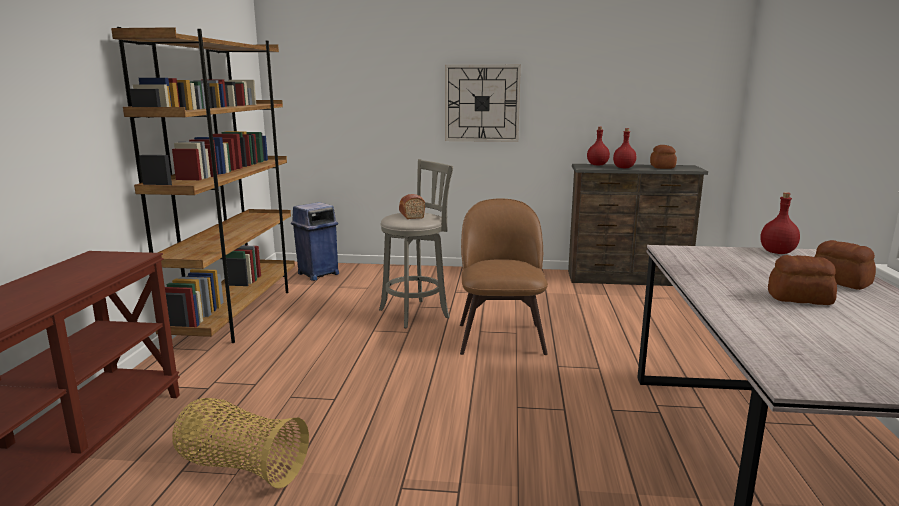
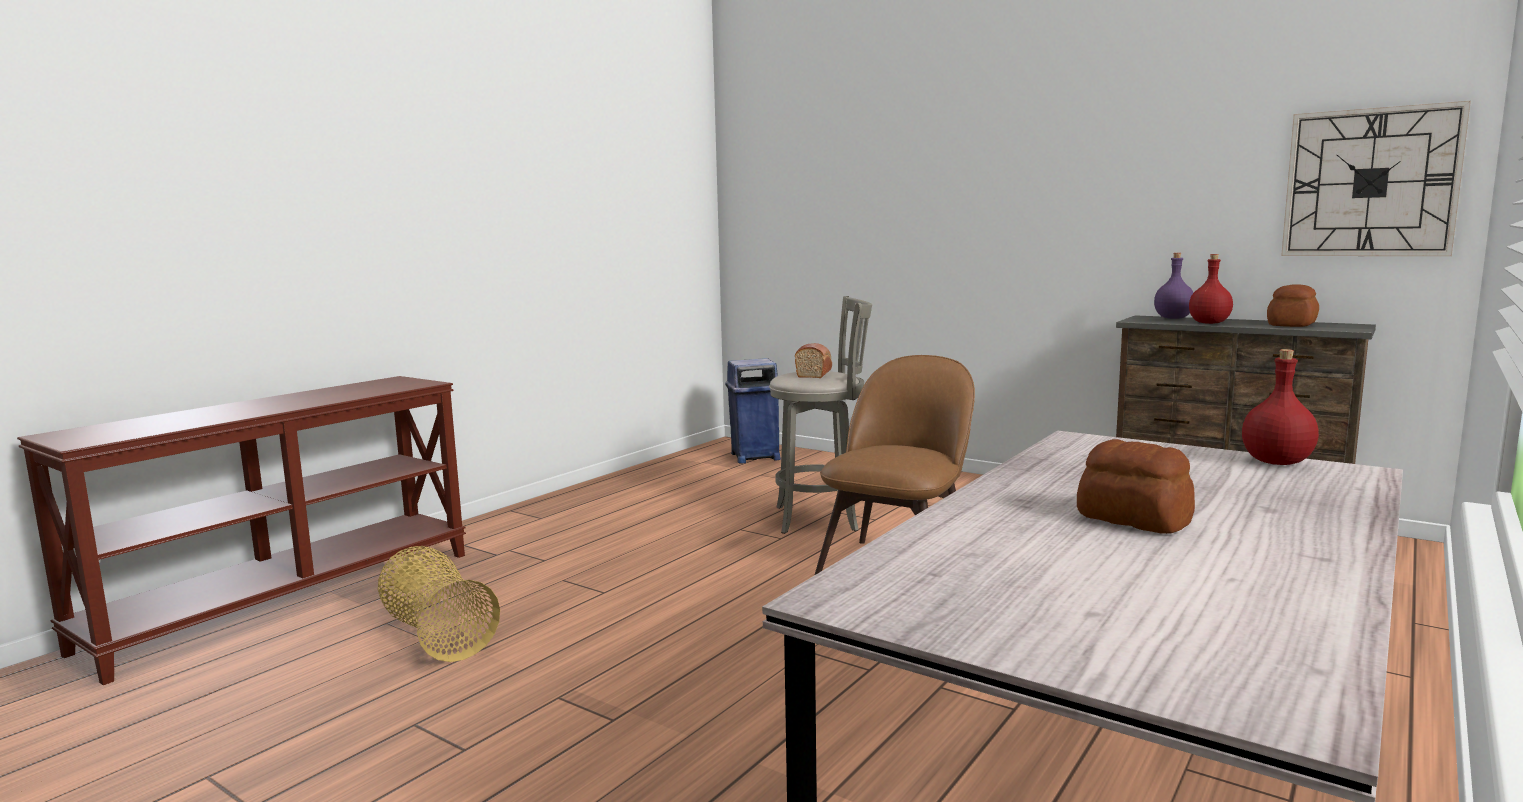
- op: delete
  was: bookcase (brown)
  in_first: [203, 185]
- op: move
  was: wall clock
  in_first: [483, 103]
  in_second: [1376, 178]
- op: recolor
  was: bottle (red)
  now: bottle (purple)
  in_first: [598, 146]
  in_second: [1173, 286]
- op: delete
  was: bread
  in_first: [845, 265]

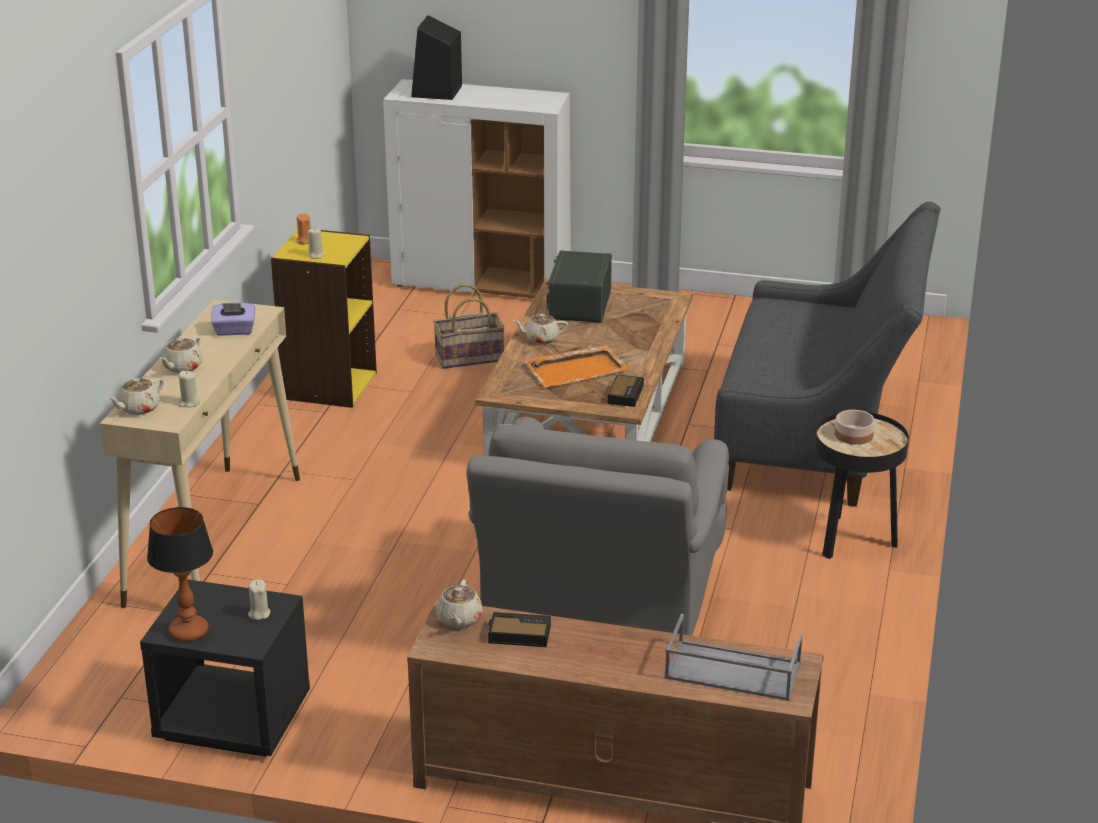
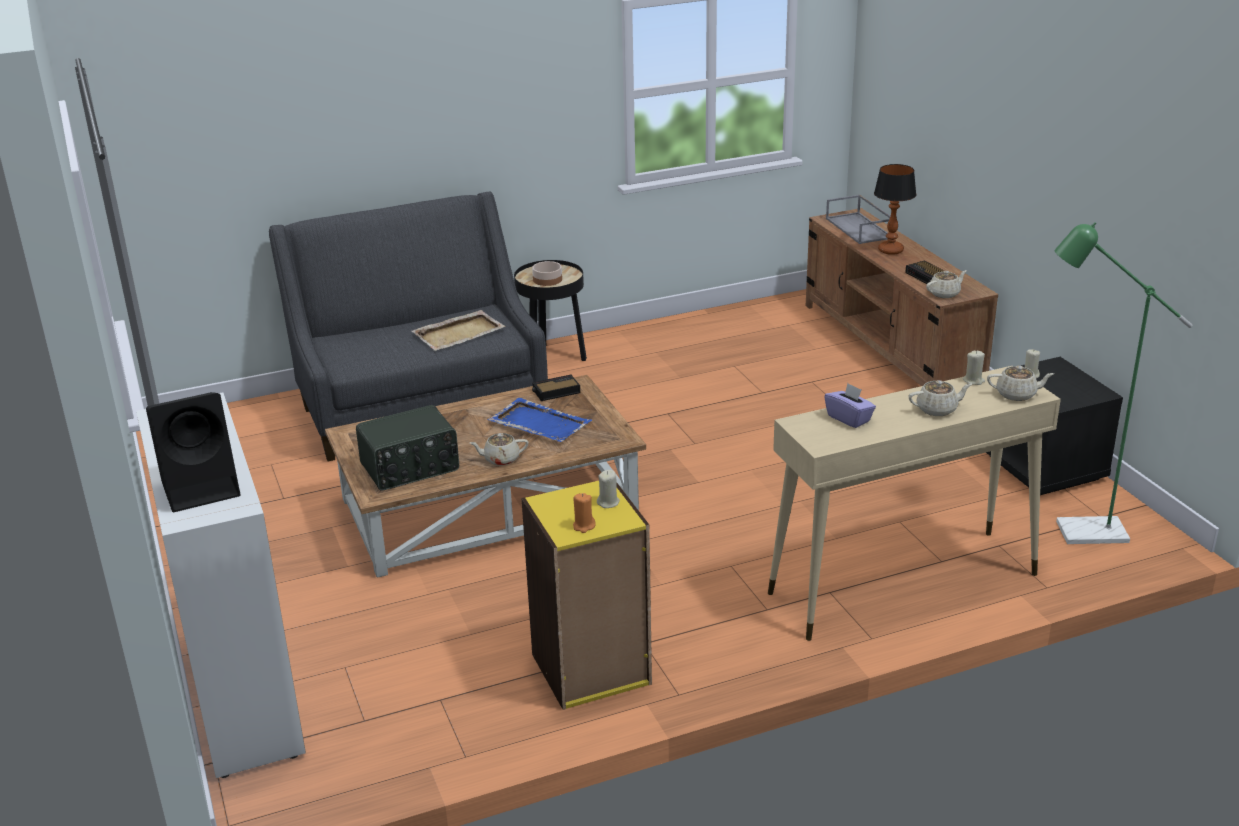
- op: move
  was: table lamp
  in_first: [180, 574]
  in_second: [895, 209]
- op: delete
  was: basket
  in_first: [469, 326]
- op: delete
  was: armchair (grey)
  in_first: [598, 526]
- op: rotate
  was: teapot (beige)
  in_first: [540, 329]
  in_second: [499, 449]
  clockwise: 120
- op: recolor
  was: tray (orange)
  now: tray (blue)
  in_first: [577, 366]
  in_second: [539, 420]
- op: insert
  now: tray (beige)
  in_second: [459, 330]
- op: insert
  now: floor lamp (green)
  in_second: [1123, 383]

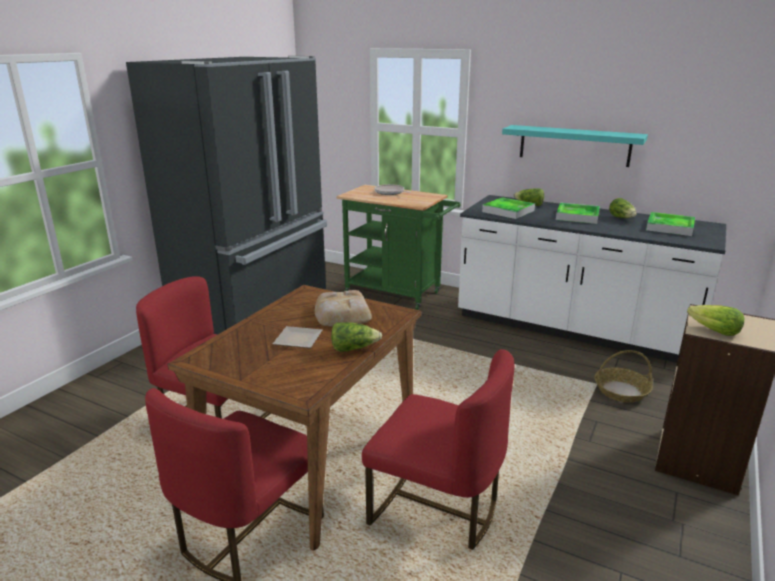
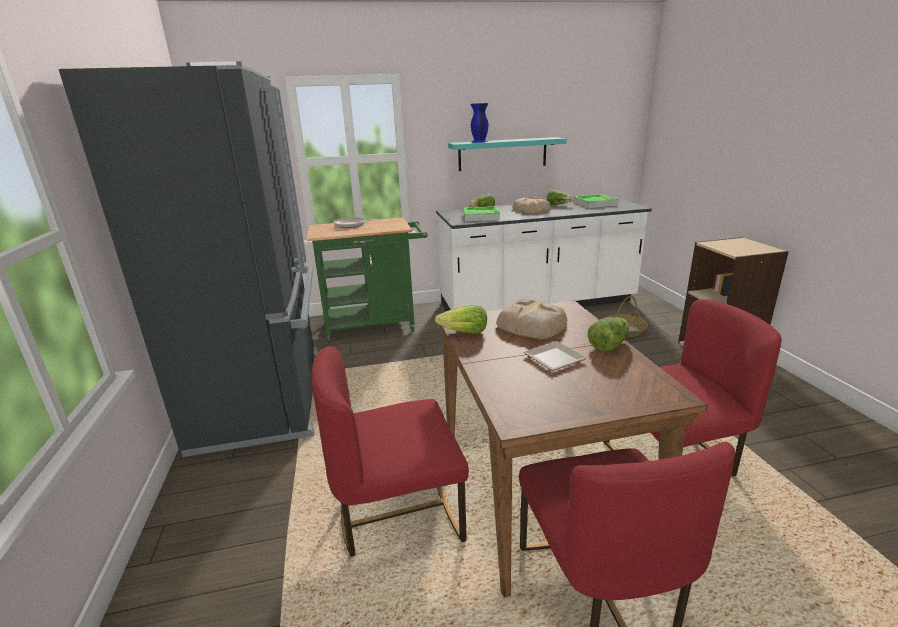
- op: replace
  was: tray
  now: bread
  in_first: [578, 213]
  in_second: [531, 205]
- op: move
  was: lettuce
  in_first: [715, 320]
  in_second: [461, 319]
- op: insert
  now: vase (blue)
  in_second: [480, 123]

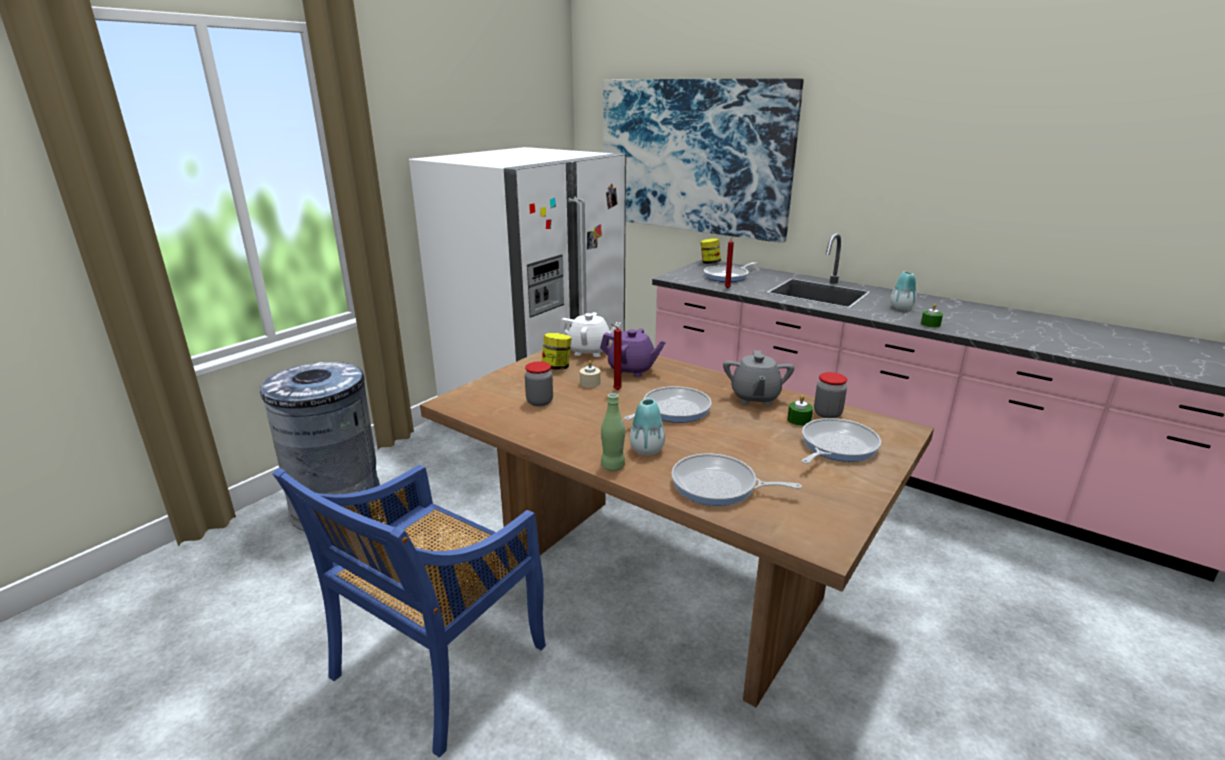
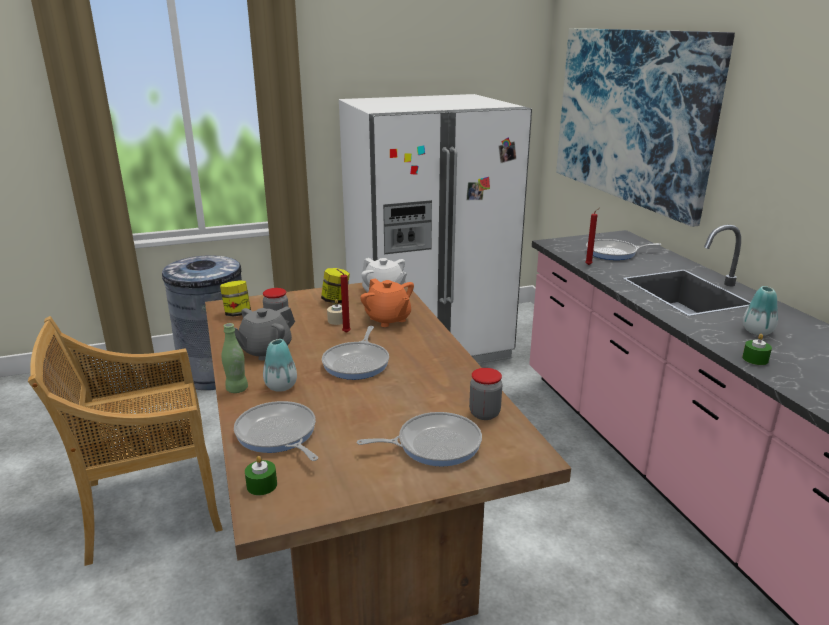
- op: recolor
  was: chair (blue)
  now: chair (beige)
  in_first: [409, 611]
  in_second: [125, 441]
- op: recolor
  was: teapot (purple)
  now: teapot (orange)
  in_first: [633, 352]
  in_second: [387, 302]
- op: rotate
  was: frying pan
  in_first: [668, 404]
  in_second: [355, 353]
  clockwise: 105
- op: move
  was: jar
  in_first: [710, 251]
  in_second: [235, 298]
- op: move
  was: teapot (grey)
  in_first: [758, 377]
  in_second: [264, 333]
- op: move
  was: candle (green)
  in_first: [800, 410]
  in_second: [261, 476]

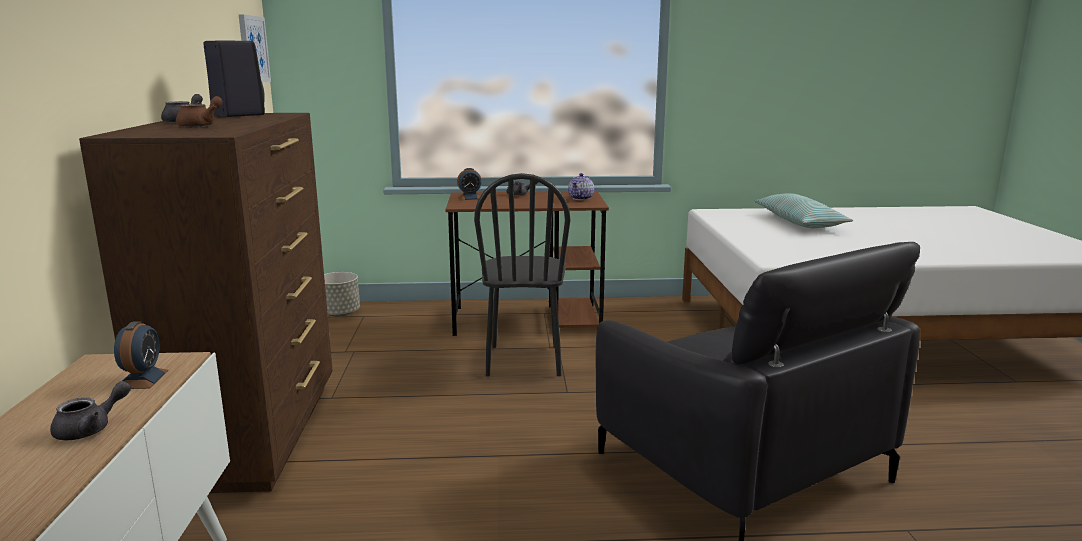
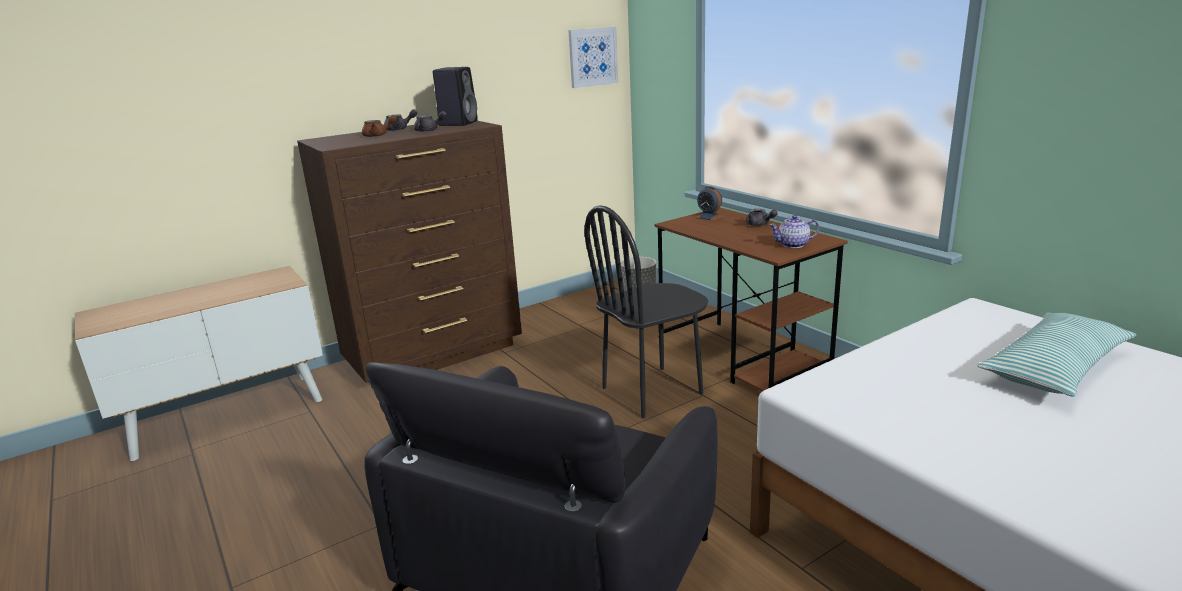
- op: move
  was: teapot (grey)
  in_first: [90, 410]
  in_second: [430, 121]
- op: delete
  was: alarm clock
  in_first: [141, 355]

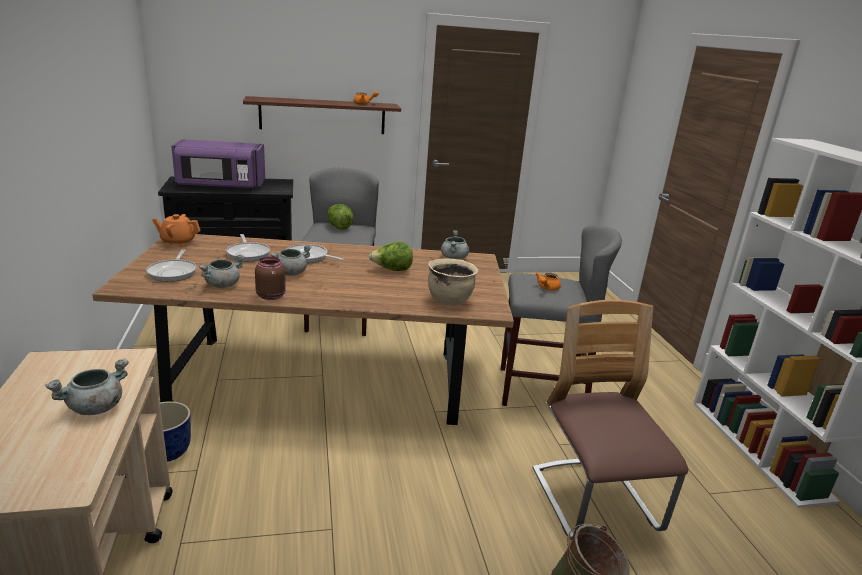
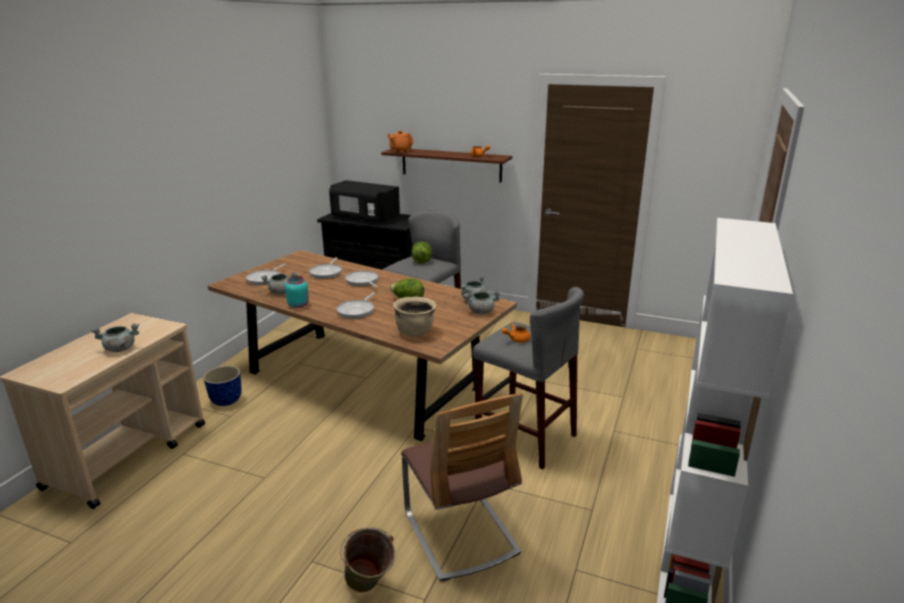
- op: move
  was: teapot (orange)
  in_first: [176, 230]
  in_second: [400, 142]
- op: recolor
  was: microwave (purple)
  now: microwave (black)
  in_first: [218, 164]
  in_second: [364, 201]
- op: recolor
  was: jar (brown)
  now: jar (turquoise)
  in_first: [270, 278]
  in_second: [297, 292]
- op: move
  was: cooking pot (grey)
  in_first: [291, 260]
  in_second: [482, 302]
- op: rotate
  was: chair
  in_first: [610, 420]
  in_second: [462, 487]
  clockwise: 135
- op: insert
  now: frying pan
  in_second: [356, 305]

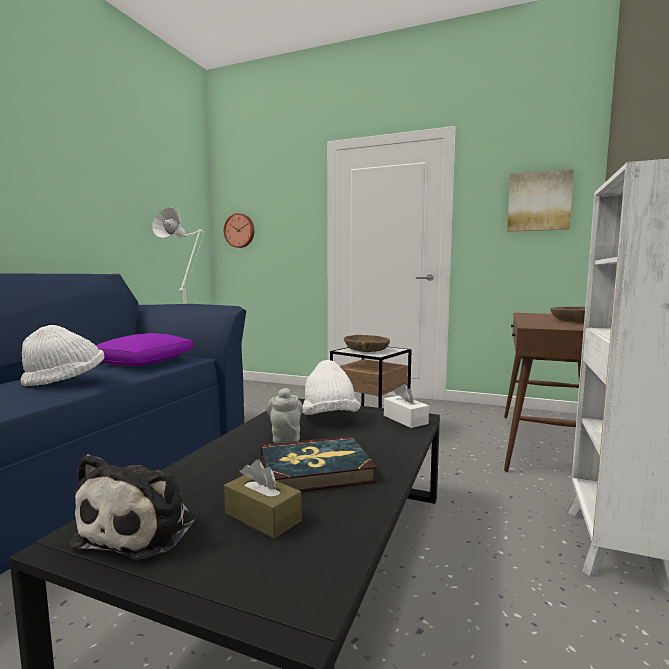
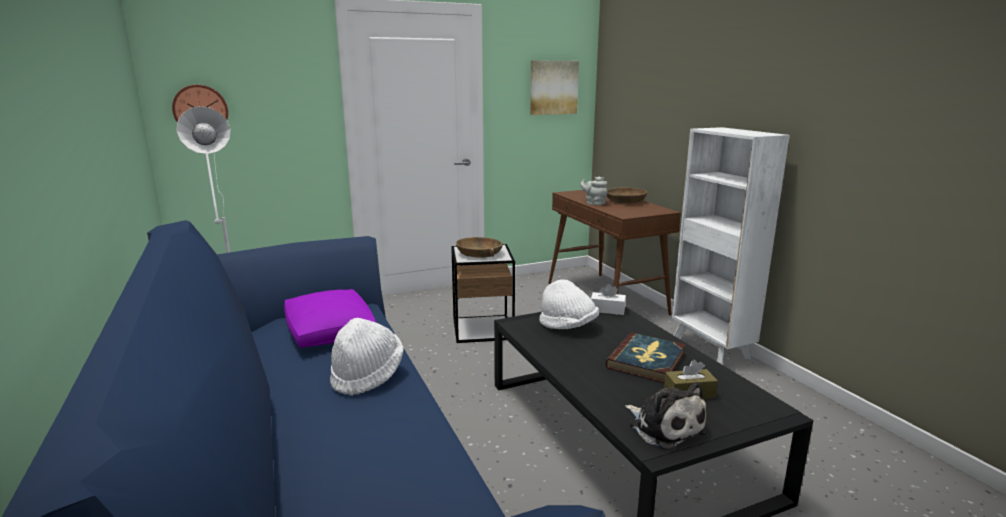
- op: move
  was: teapot (grey)
  in_first: [285, 415]
  in_second: [593, 191]

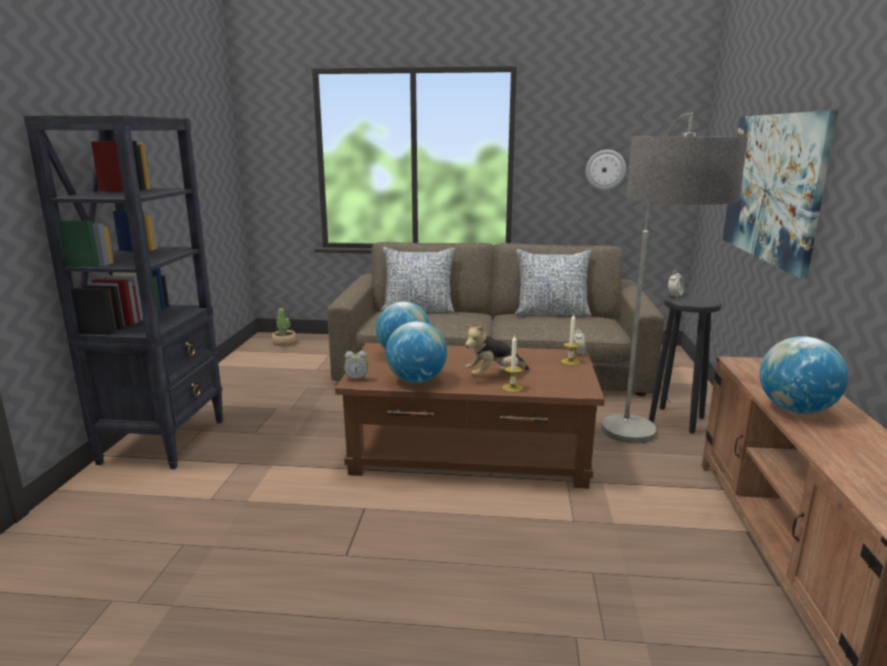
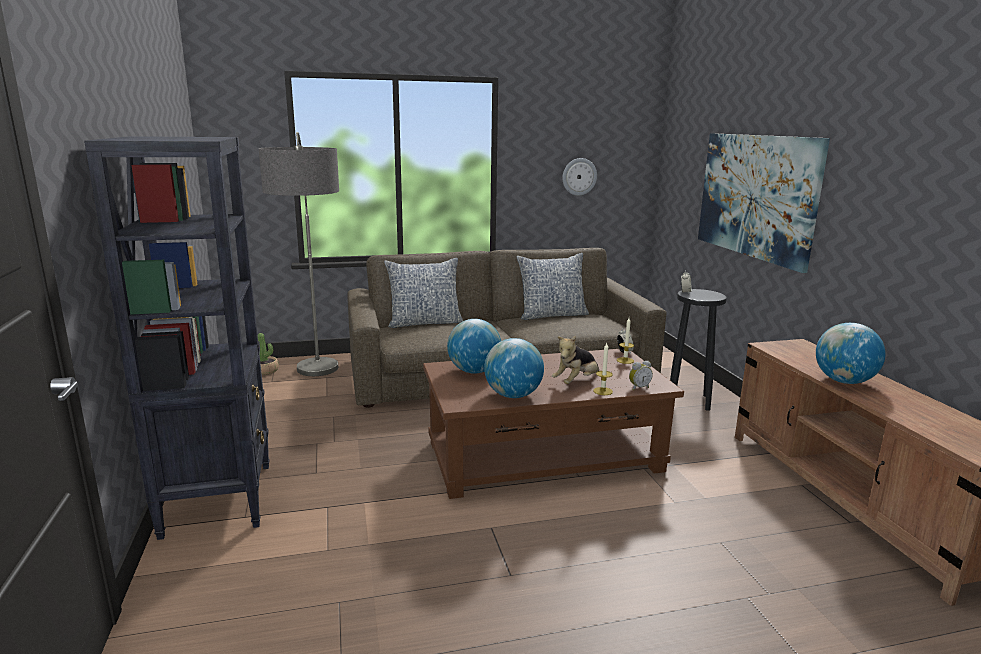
- op: move
  was: alarm clock
  in_first: [356, 366]
  in_second: [641, 375]
- op: move
  was: floor lamp
  in_first: [674, 278]
  in_second: [299, 254]

